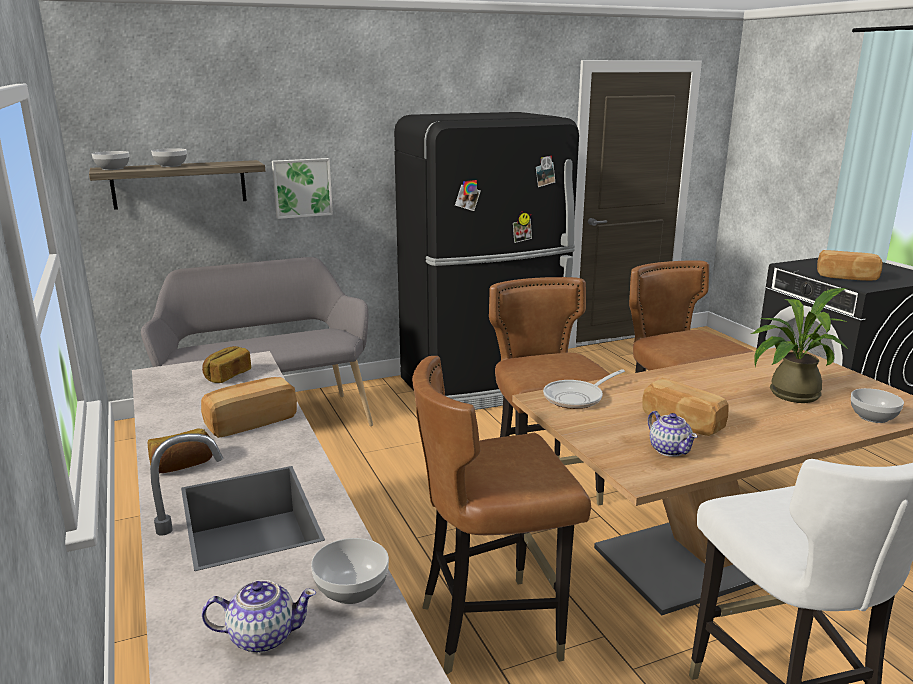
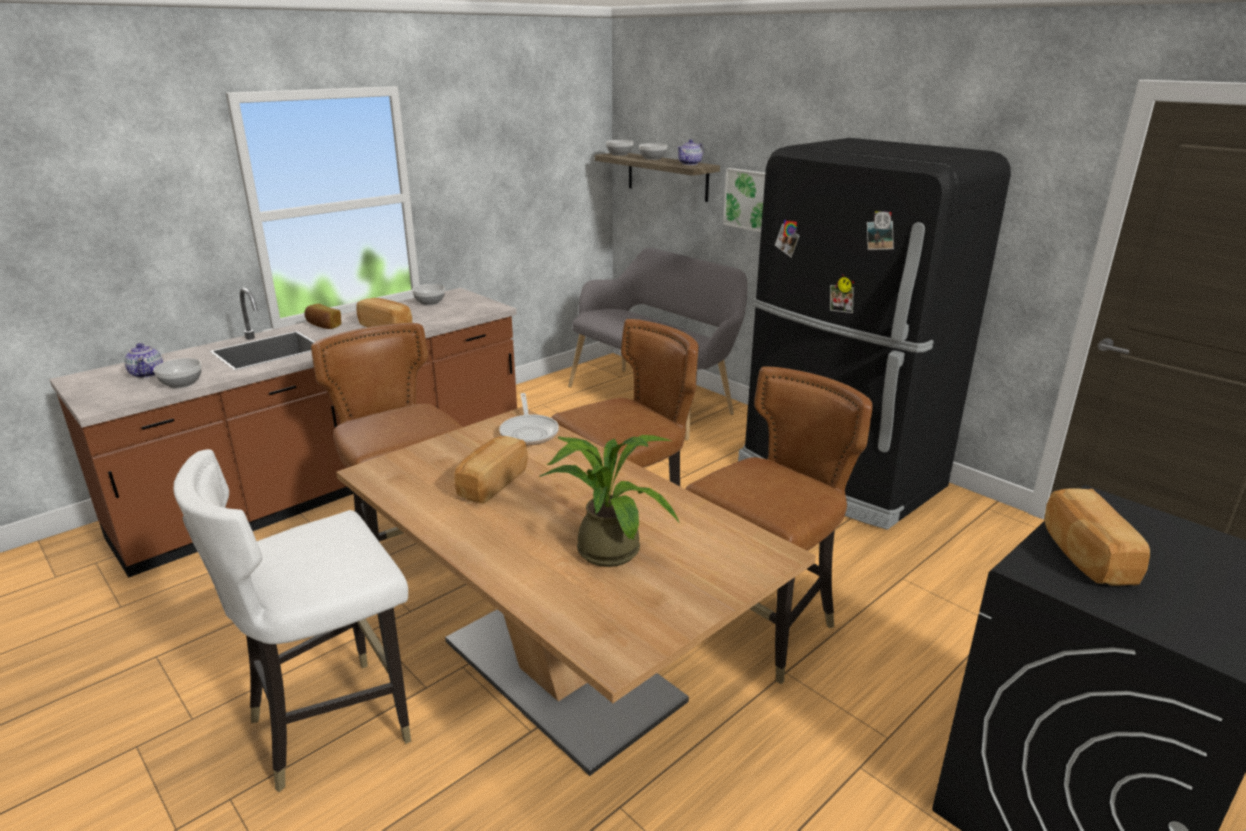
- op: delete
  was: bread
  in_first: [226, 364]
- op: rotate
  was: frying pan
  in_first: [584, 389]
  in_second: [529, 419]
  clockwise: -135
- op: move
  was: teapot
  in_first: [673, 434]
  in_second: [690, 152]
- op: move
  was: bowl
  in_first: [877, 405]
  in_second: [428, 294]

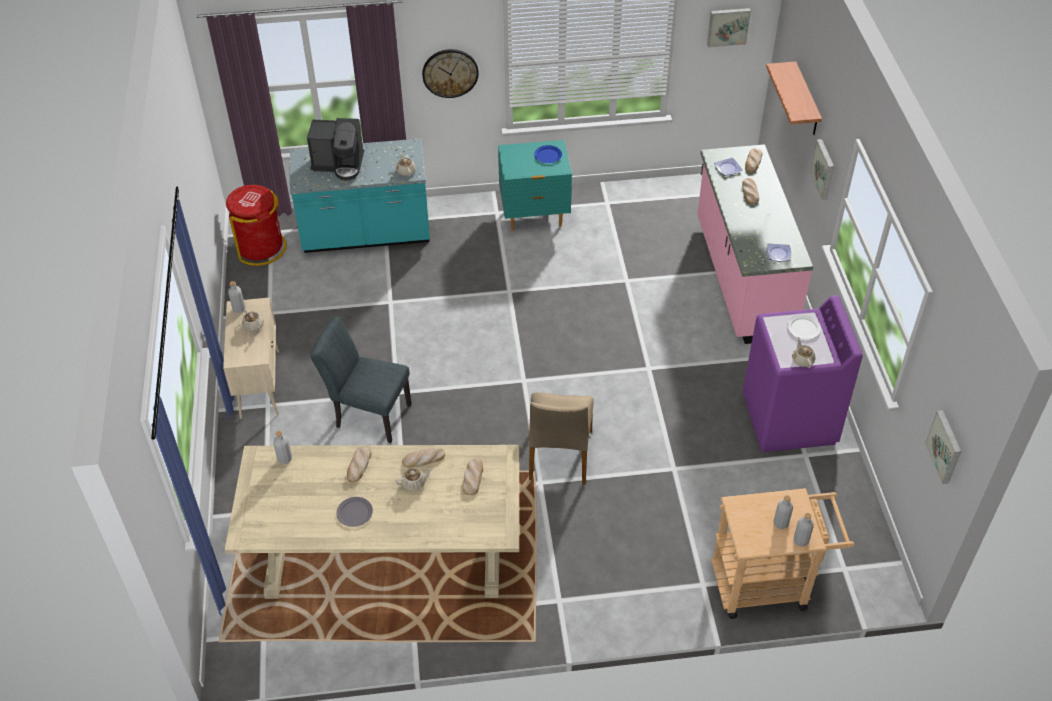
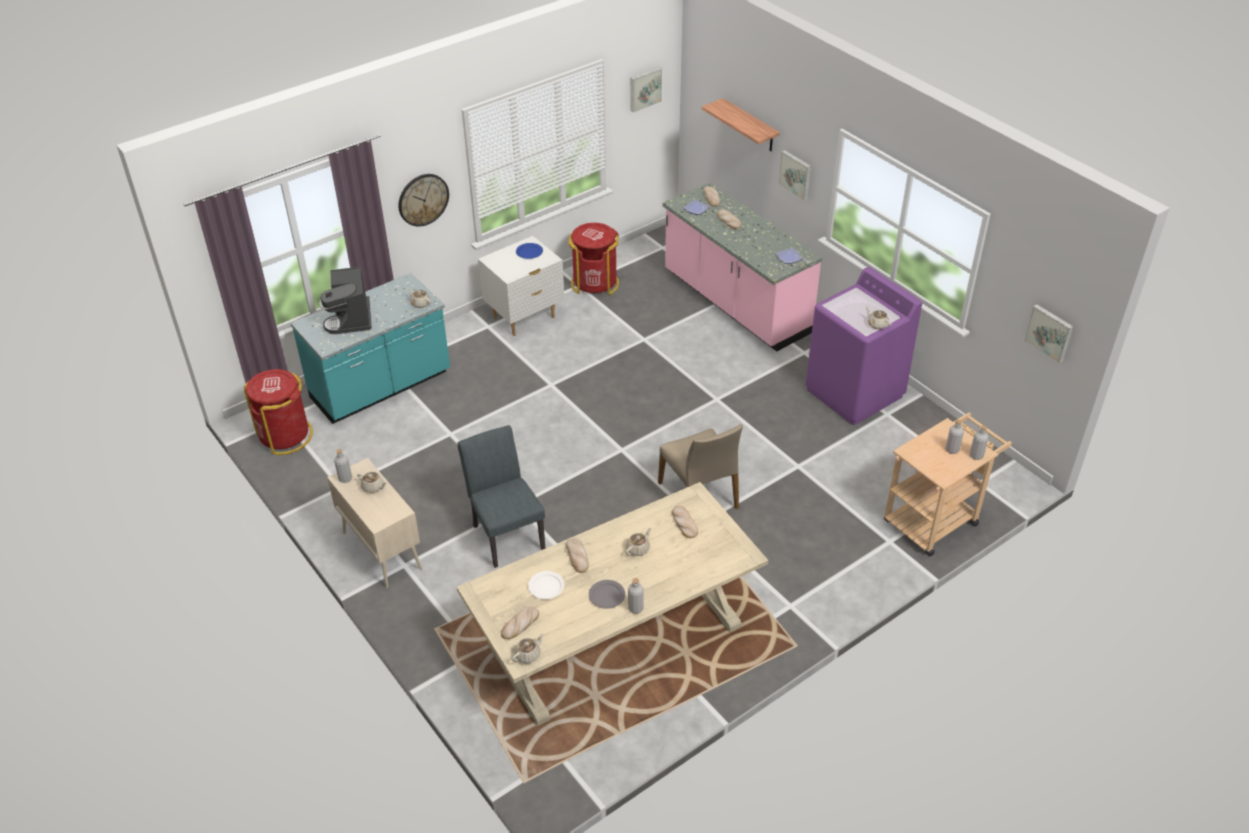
- op: move
  was: bottle (grey)
  in_first: [282, 447]
  in_second: [636, 596]
- op: rotate
  was: coffee machine
  in_first: [335, 149]
  in_second: [346, 300]
  clockwise: 105
- op: rotate
  was: chair (grey)
  in_first: [360, 379]
  in_second: [501, 496]
  clockwise: 75
- op: move
  was: bread
  in_first: [423, 457]
  in_second: [520, 622]
- op: recolor
  was: nightstand (turquoise)
  now: nightstand (white)
  in_first: [535, 185]
  in_second: [521, 286]
- op: move
  was: plate (white)
  in_first: [804, 327]
  in_second: [546, 585]
- op: insert
  now: teapot (beige)
  in_second: [528, 648]
- op: insert
  now: trash can (red)
  in_second: [593, 259]

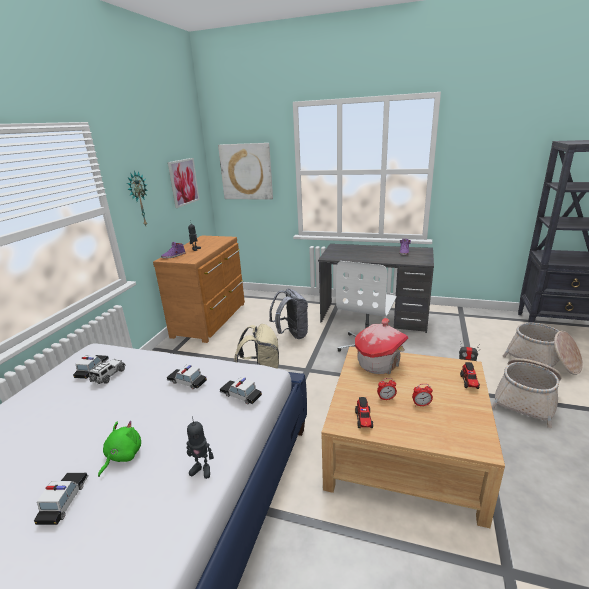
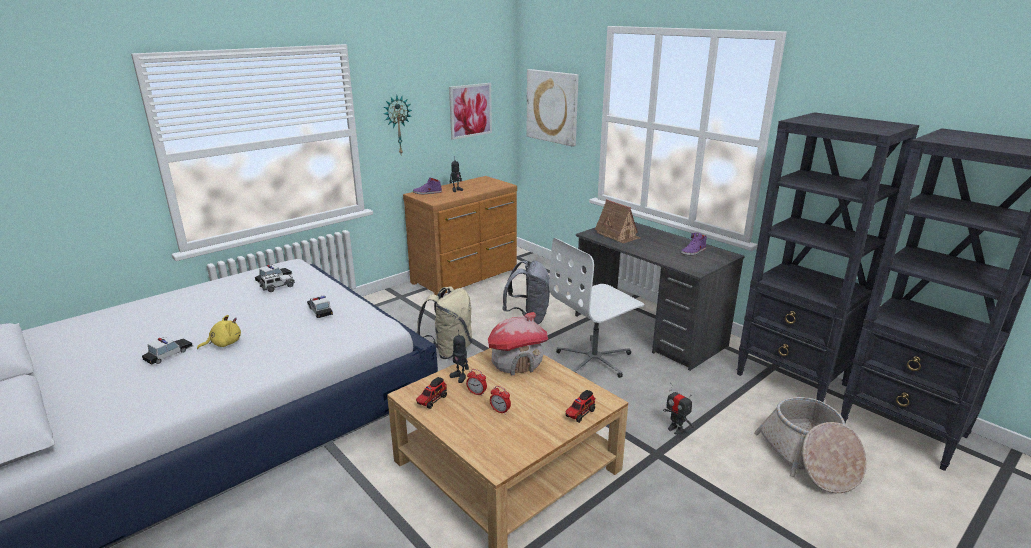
- op: recolor
  was: plush toy (green)
  now: plush toy (yellow)
  in_first: [119, 449]
  in_second: [219, 332]
- op: move
  was: toy robot
  in_first: [200, 447]
  in_second: [459, 358]
- op: delete
  was: toy car
  in_first: [241, 390]
- op: delete
  was: basket
  in_first: [527, 393]
- op: insert
  now: toy house
  in_second: [617, 221]
- op: insert
  now: bookcase (black)
  in_second: [828, 257]

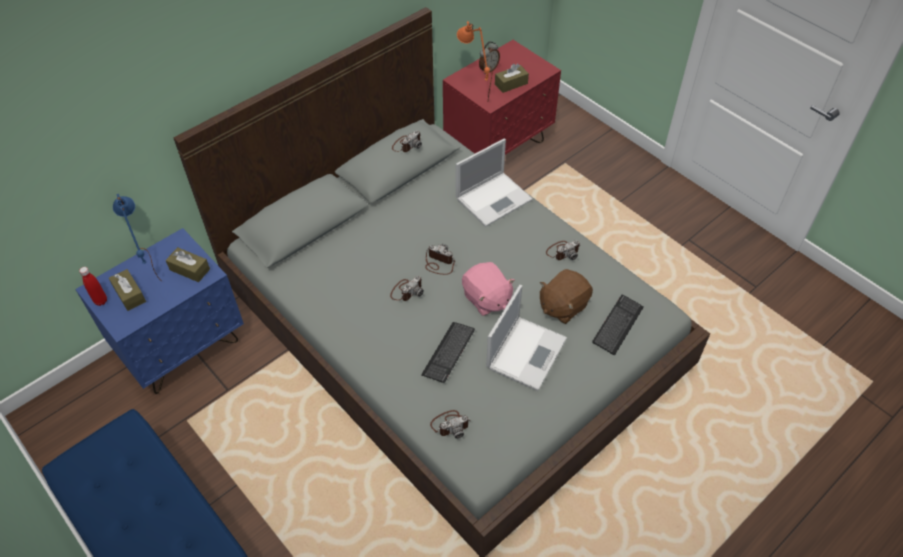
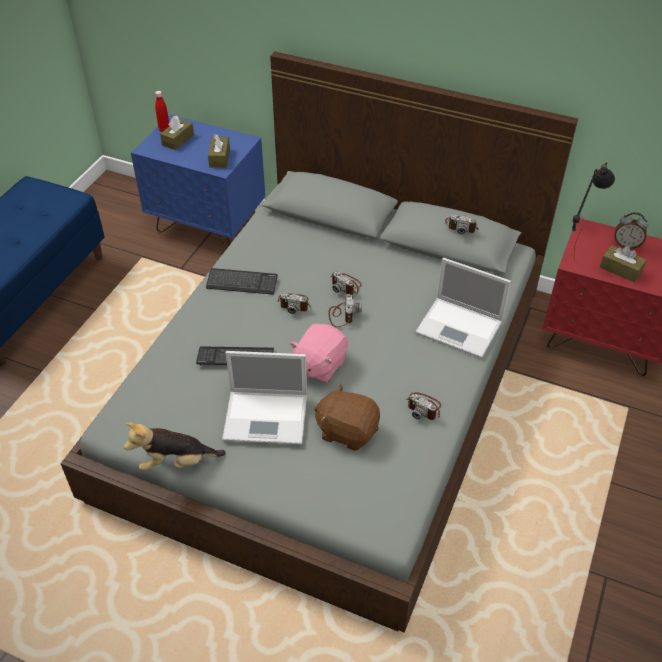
- op: delete
  was: table lamp (blue)
  in_first: [137, 237]
- op: move
  was: photo camera
  in_first: [450, 424]
  in_second: [346, 283]
- op: recolor
  was: table lamp (orange)
  now: table lamp (black)
  in_first: [474, 60]
  in_second: [593, 212]
- op: move
  was: keyboard
  in_first: [617, 325]
  in_second: [242, 281]
- op: insert
  now: plush toy
  in_second: [175, 446]

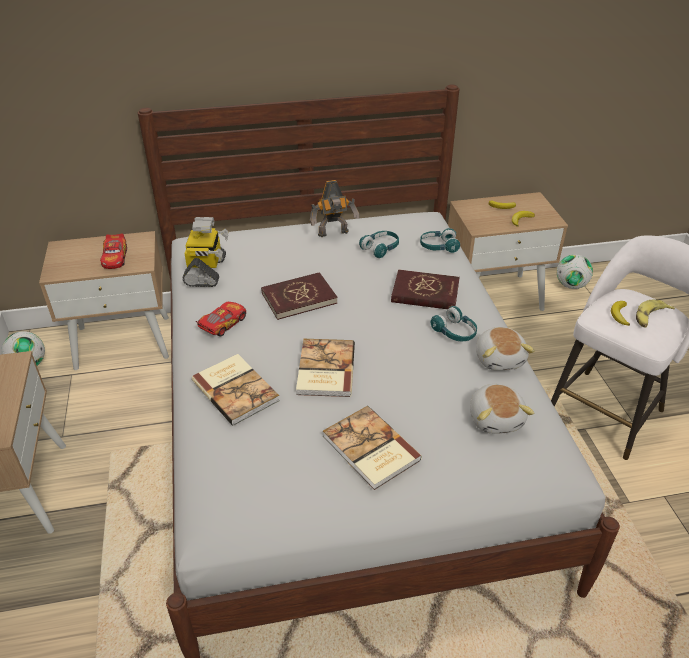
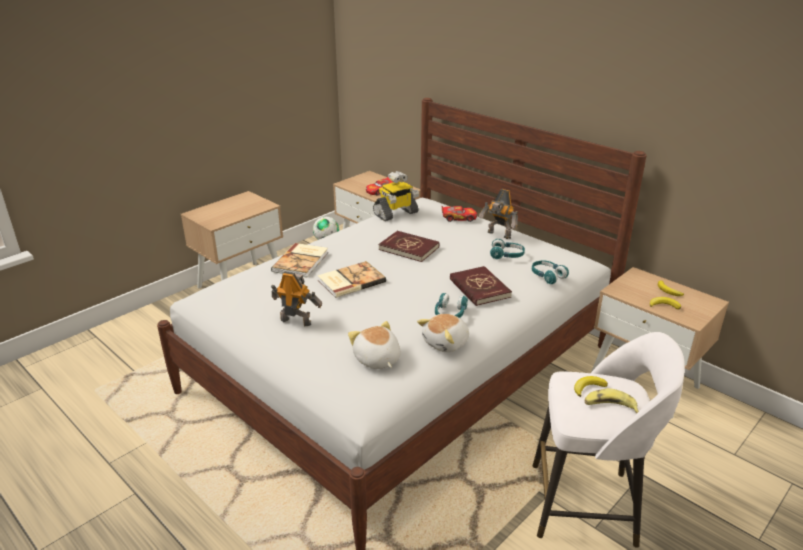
- op: move
  was: toy car
  in_first: [221, 319]
  in_second: [459, 213]
- op: replace
  was: book
  now: toy robot
  in_first: [372, 448]
  in_second: [296, 299]
- op: rotate
  was: plush toy
  in_first: [502, 409]
  in_second: [374, 345]
  clockwise: 105
- op: delete
  was: football
  in_first: [575, 272]

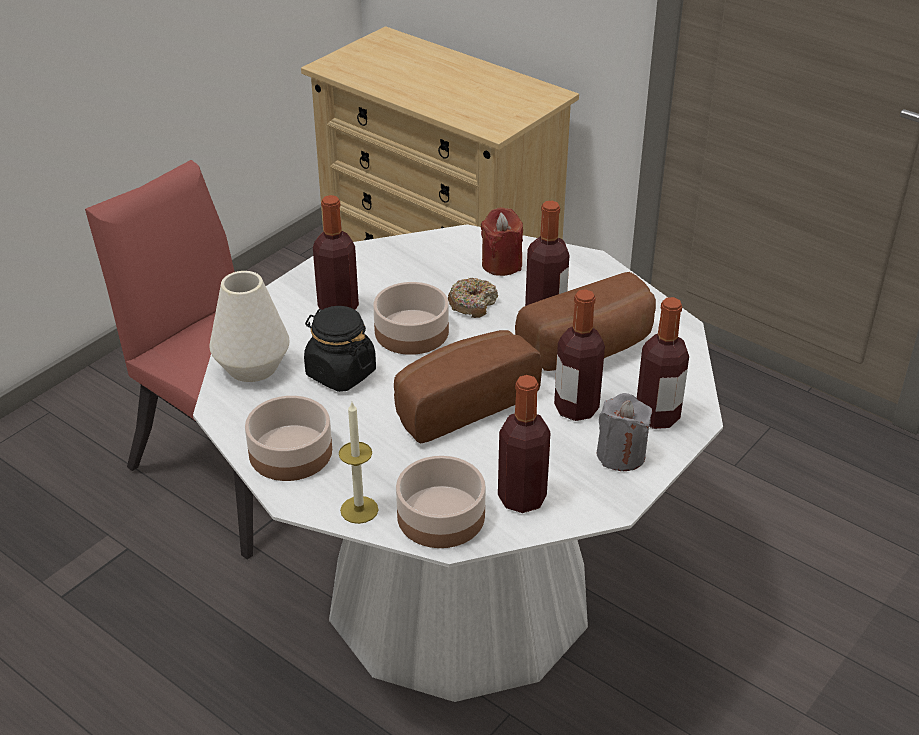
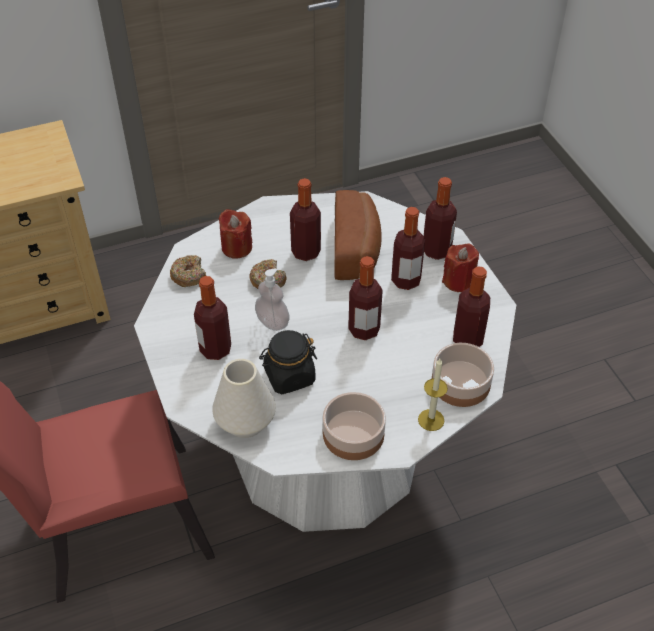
- op: replace
  was: bowl
  now: soap dispenser
  in_first: [411, 318]
  in_second: [272, 300]
- op: replace
  was: bread
  now: bottle
  in_first: [468, 386]
  in_second: [365, 298]
- op: recolor
  was: candle (grey)
  now: candle (red)
  in_first: [624, 432]
  in_second: [460, 267]
- op: insert
  now: donut
  in_second: [188, 271]

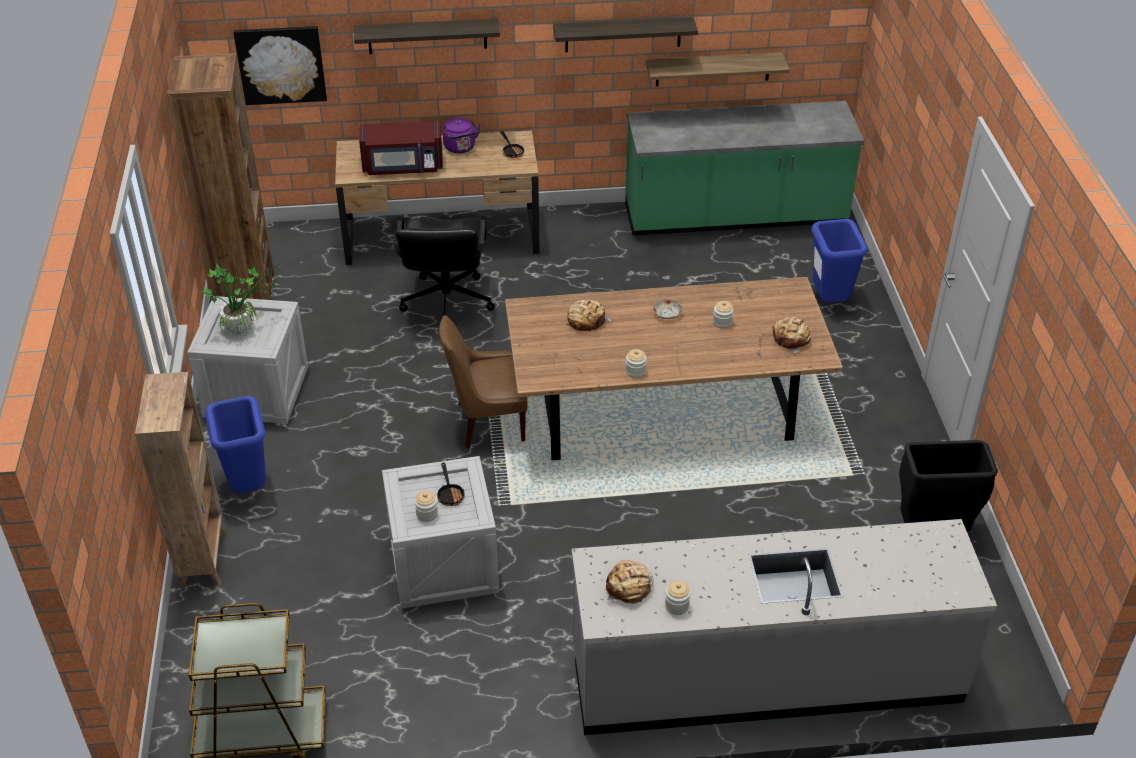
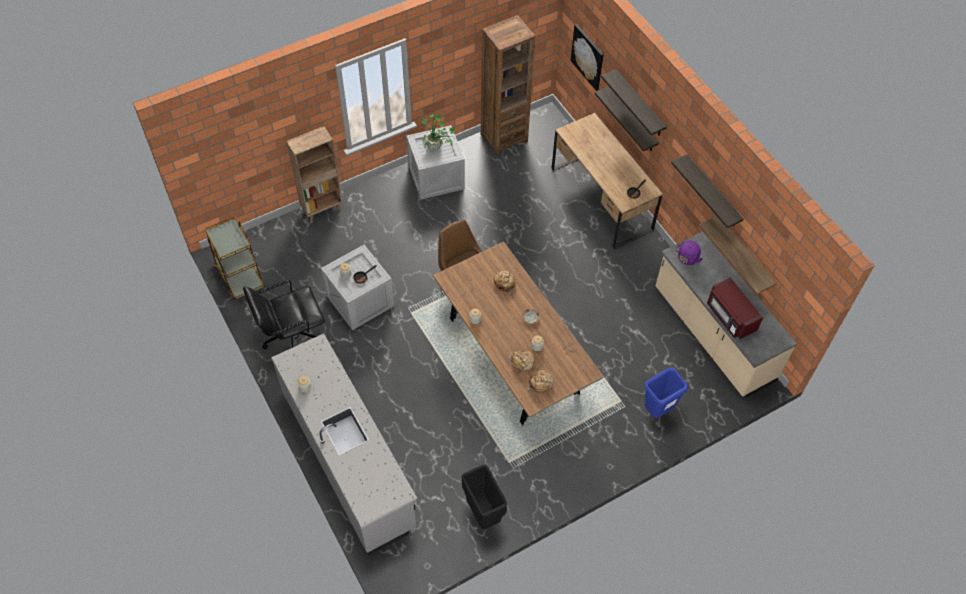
- op: delete
  was: trash can (blue)
  in_first: [235, 444]
- op: move
  was: microwave (red)
  in_first: [401, 148]
  in_second: [735, 308]
- op: move
  was: office chair (black)
  in_first: [445, 265]
  in_second: [284, 314]
- op: move
  was: kettle (purple)
  in_first: [462, 135]
  in_second: [689, 253]
- op: move
  was: bread
  in_first: [630, 582]
  in_second: [522, 361]
- op: recolor
  was: counter (green)
  now: counter (beige)
  in_first: [745, 168]
  in_second: [726, 315]
- op: insert
  now: shelf
  in_second: [627, 118]

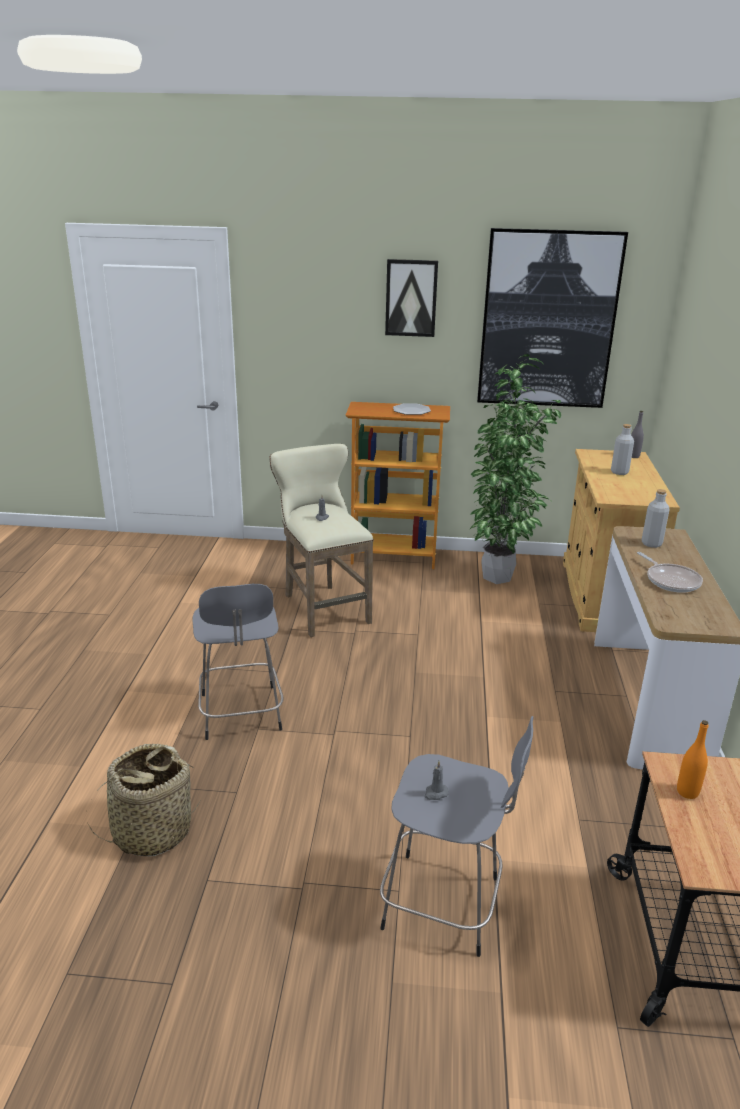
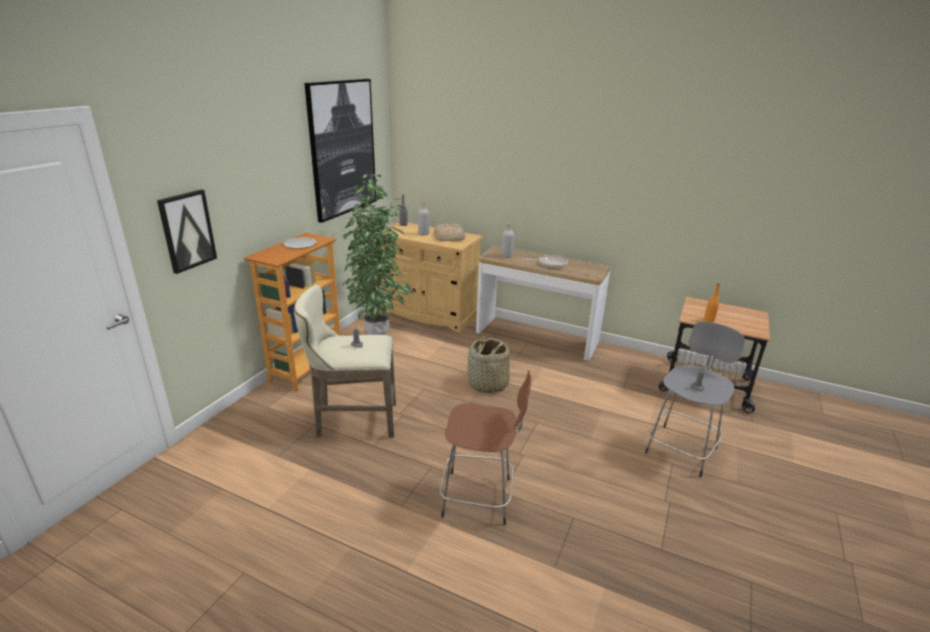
- op: move
  was: basket
  in_first: [144, 800]
  in_second: [489, 364]
- op: recolor
  was: stool (grey)
  now: stool (brown)
  in_first: [238, 662]
  in_second: [485, 447]
- op: move
  was: picture
  in_first: [411, 298]
  in_second: [187, 231]
- op: insert
  now: bread
  in_second: [449, 232]

